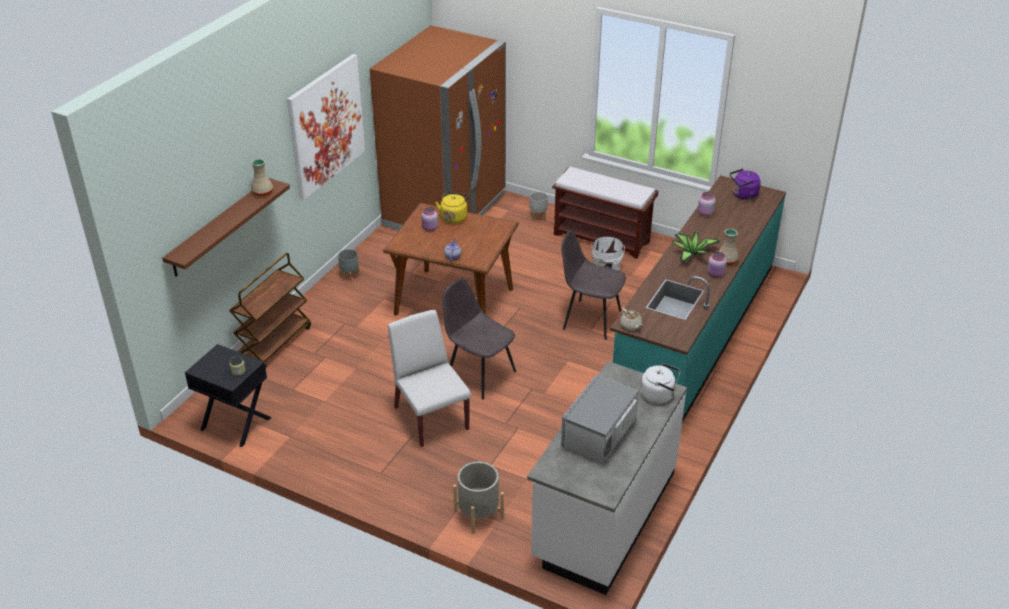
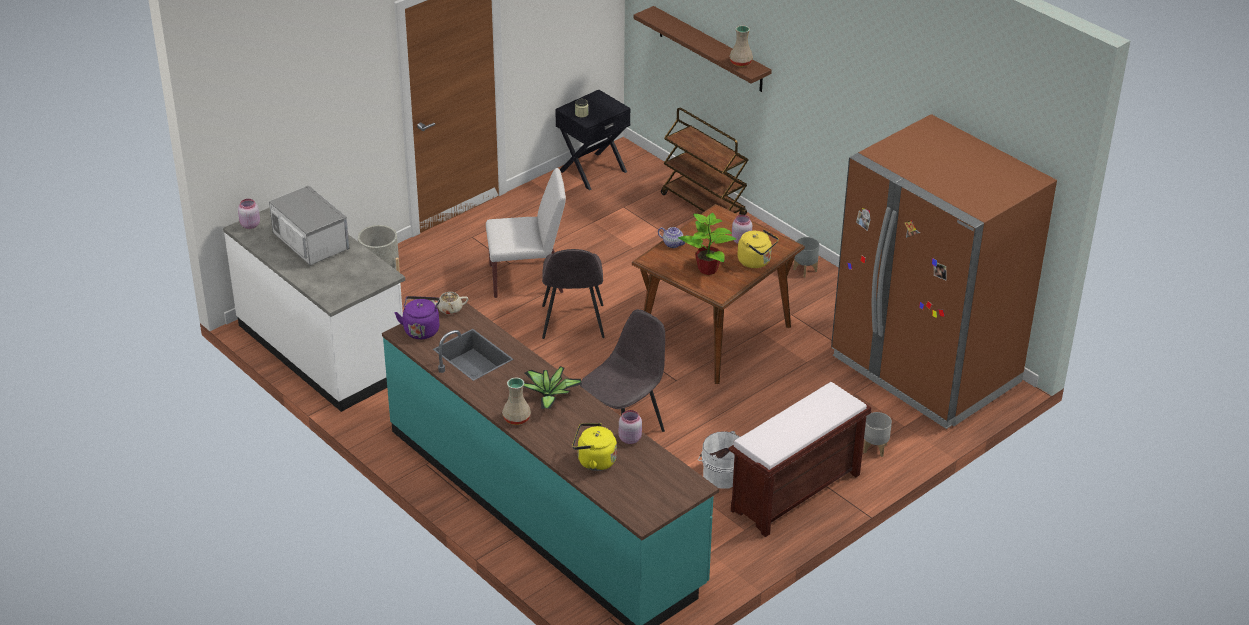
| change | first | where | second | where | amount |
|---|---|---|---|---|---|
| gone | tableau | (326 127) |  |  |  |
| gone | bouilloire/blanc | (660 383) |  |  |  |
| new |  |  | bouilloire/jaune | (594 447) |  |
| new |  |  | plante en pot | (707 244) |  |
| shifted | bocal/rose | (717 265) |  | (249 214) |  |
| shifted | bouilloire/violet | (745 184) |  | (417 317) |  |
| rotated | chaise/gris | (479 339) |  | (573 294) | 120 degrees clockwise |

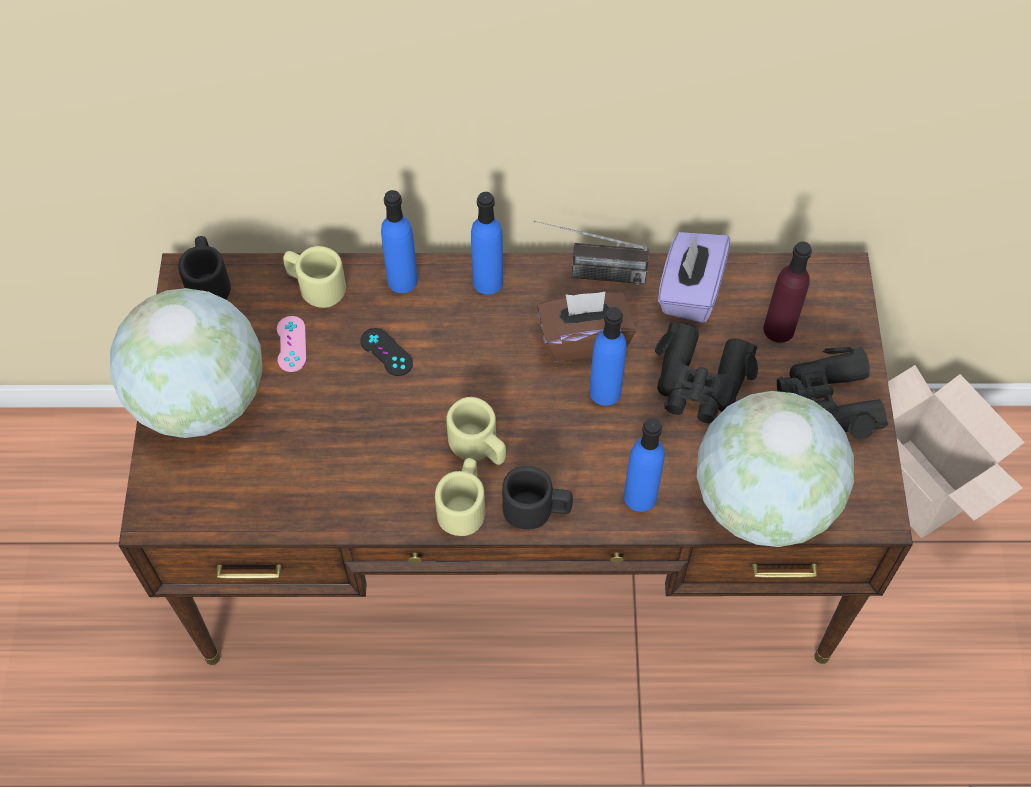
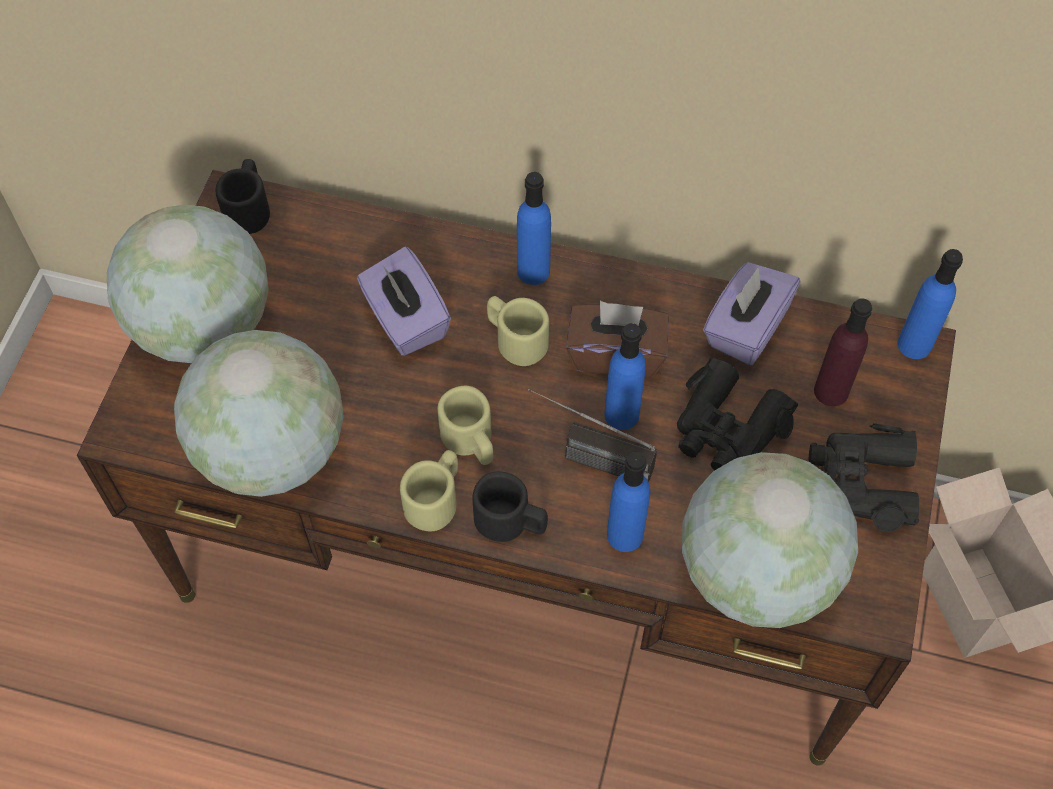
| change | first | where | second | where | amount |
|---|---|---|---|---|---|
| gone | manette/rose | (291 344) |  |  |  |
| new |  |  | globe | (258 413) |  |
| shifted | mug/beige | (314 277) |  | (518 331) |  |
| shifted | bouteille/bleu | (399 241) |  | (930 304) |  |
| shifted | radio | (591 252) |  | (592 435) |  |
| swapped | manette/noir | (386 352) | boîte à mouchoirs/violet | (404 301) |  |

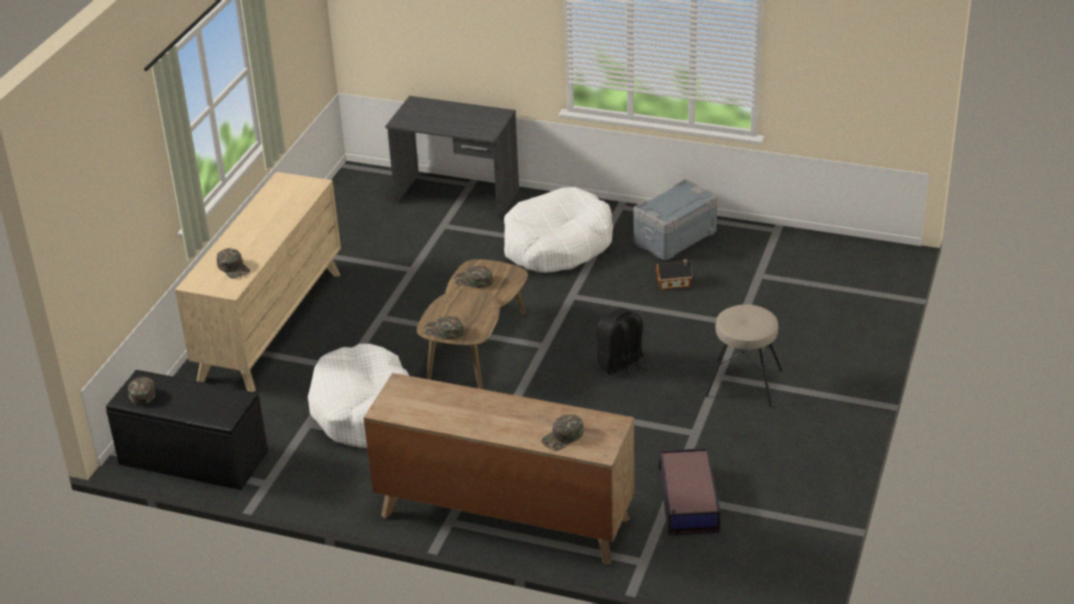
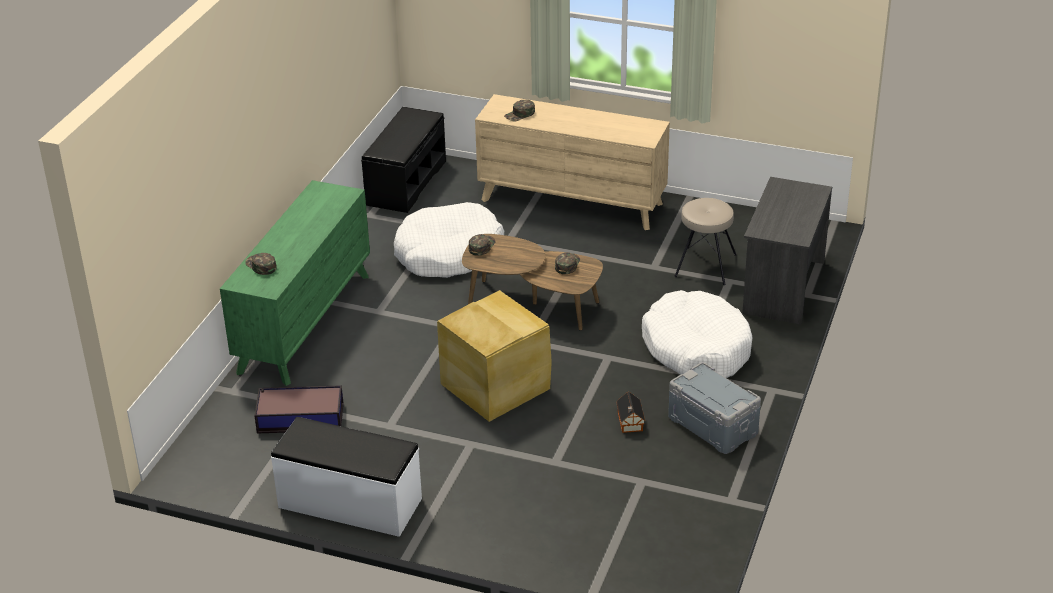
| change | first | where | second | where | amount |
|---|---|---|---|---|---|
| gone | casquette/vert | (142 391) |  |  |  |
| new |  |  | banc/blanc | (346 477) |  |
| shifted | tabouret/beige | (744 355) |  | (705 241) |  |
| swapped | sac à dos/noir | (622 344) | boîte de rangement/beige | (494 356) |  |
| repainted | commode/marron | (499 469) | commode/vert | (295 283) |  |

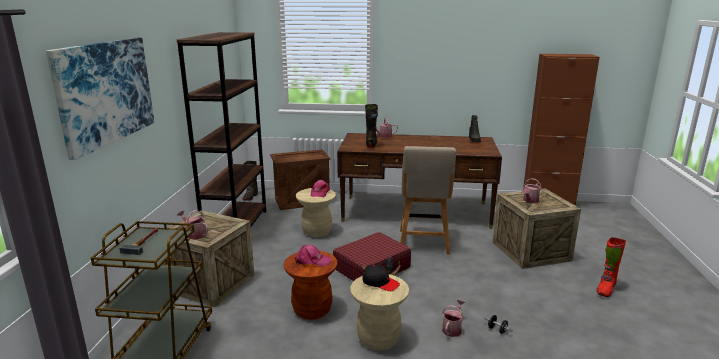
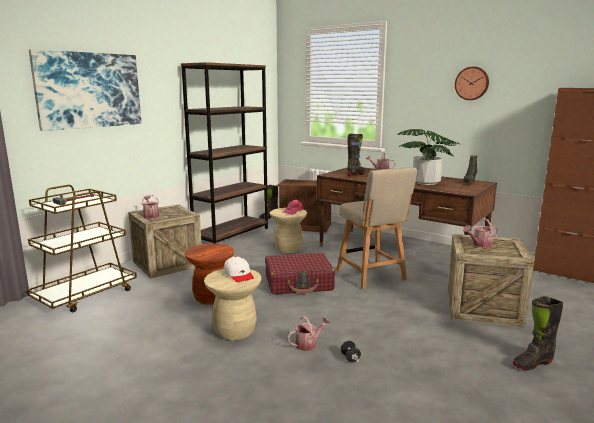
| change | first | where | second | where | amount |
|---|---|---|---|---|---|
| gone | casquette/rose | (313 255) |  |  |  |
| new |  |  | plante en pot | (428 157) |  |
| new |  |  | horloge murale | (472 83) |  |
| repainted | casquette/noir | (381 277) | casquette/blanc | (239 269) |  |
| repainted | botte/rouge | (611 267) | botte/noir | (537 333) |  |
| rotated | chaise/beige | (428 200) |  | (377 228) | 60 degrees counterclockwise |

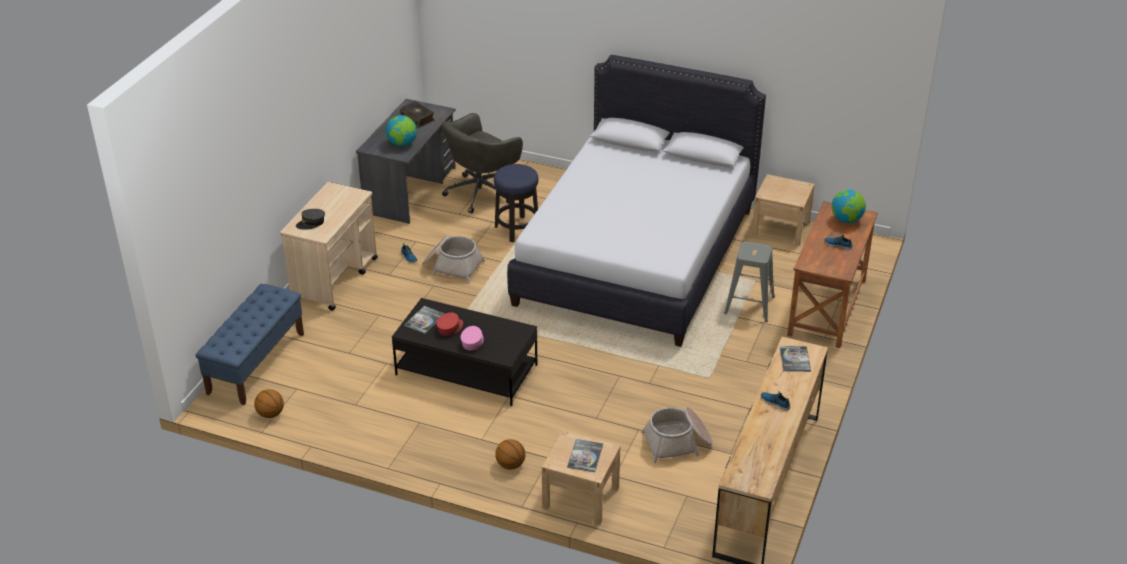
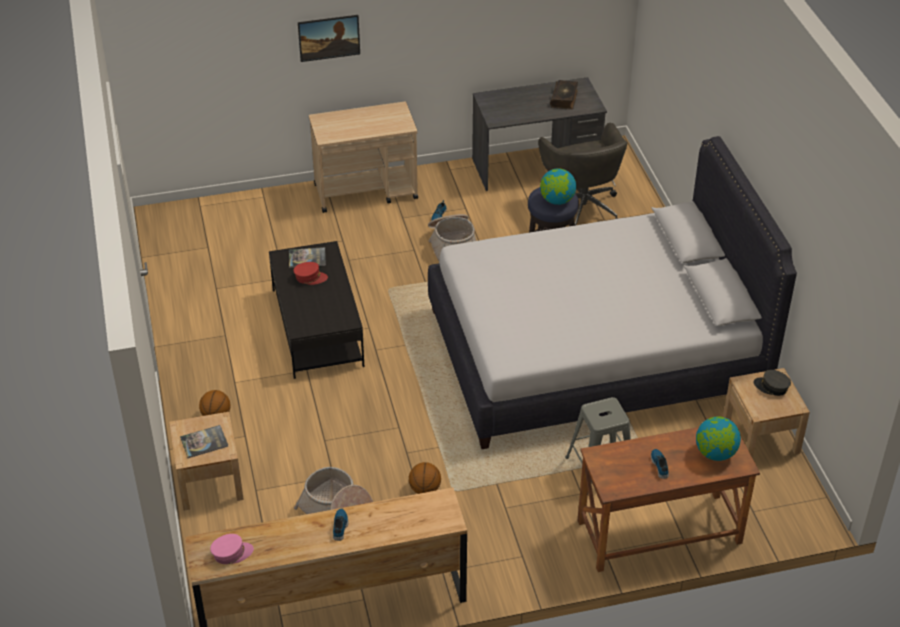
| change | first | where | second | where | amount |
|---|---|---|---|---|---|
| gone | banc/bleu | (250 344) |  |  |  |
| gone | livre | (795 359) |  |  |  |
| new |  |  | tableau | (329 38) |  |
| shifted | ballon de basket | (269 403) |  | (425 478) |  |
| shifted | casquette/gris | (310 219) |  | (772 383) |  |
| shifted | globe | (401 130) |  | (558 186) |  |
| shifted | casquette/rose | (472 338) |  | (232 549) |  |
| rotated | chaise de bureau/gris | (482 163) |  | (583 174) | 120 degrees counterclockwise |

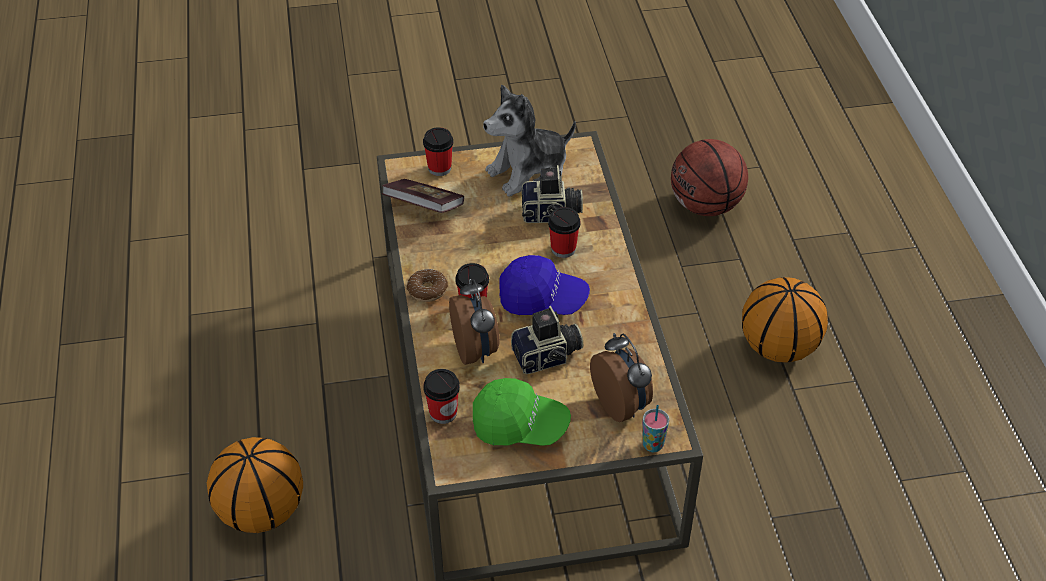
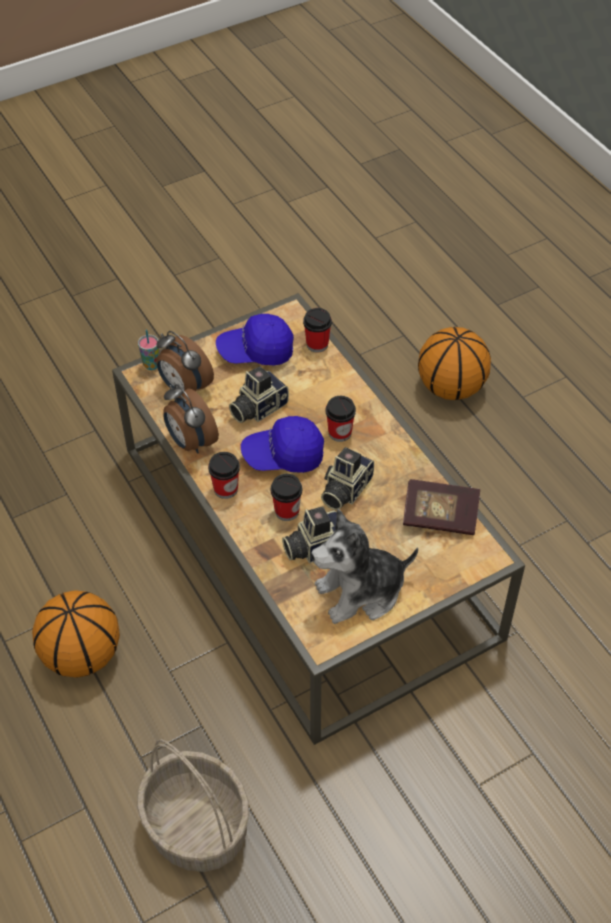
| change | first | where | second | where | amount |
|---|---|---|---|---|---|
| gone | beignet | (427 285) |  |  |  |
| new |  |  | appareil photo | (347 478) |  |
| shifted | tasse | (438 151) |  | (224 475) |  |
| shifted | réveil | (474 322) |  | (191 418) |  |
| swapped | ballon de basket | (709 177) | panier | (193 805) |  |
| repainted | casquette/vert | (522 412) | casquette/bleu | (255 339) |  |
| rotated | peluche | (529 141) |  | (364 566) | 150 degrees counterclockwise |

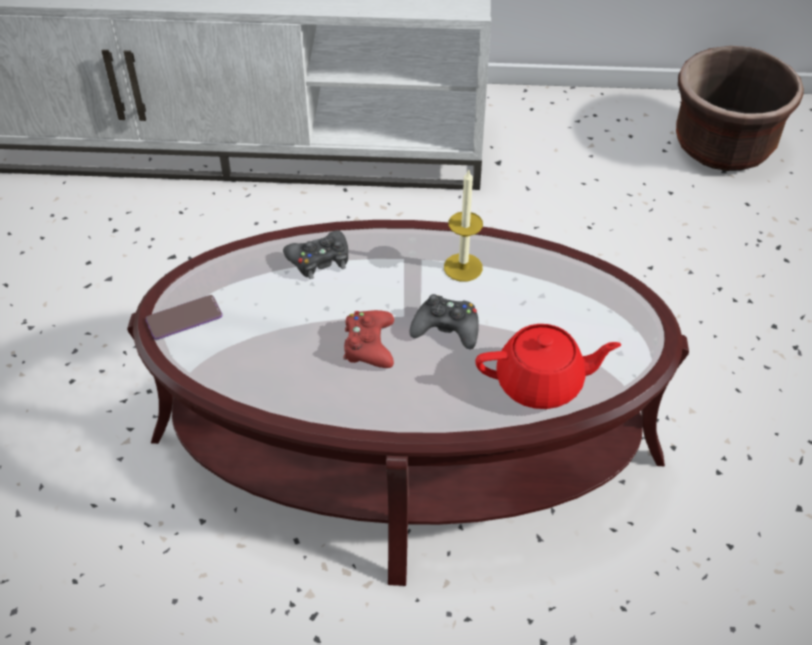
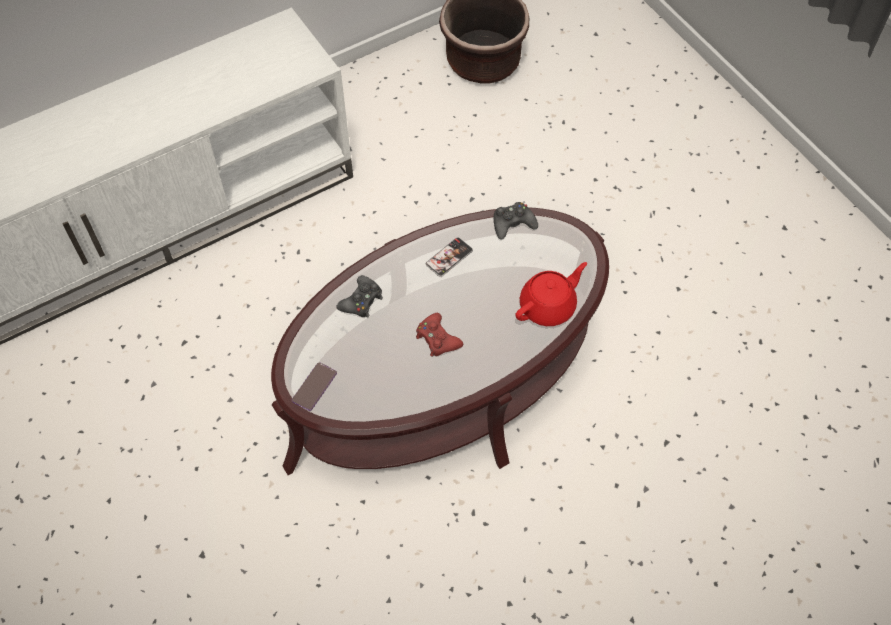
| change | first | where | second | where | amount |
|---|---|---|---|---|---|
| shifted | manette/noir | (444 321) |  | (516 220) |  |
| swapped | bougie | (463 226) | téléphone | (449 257) |  |

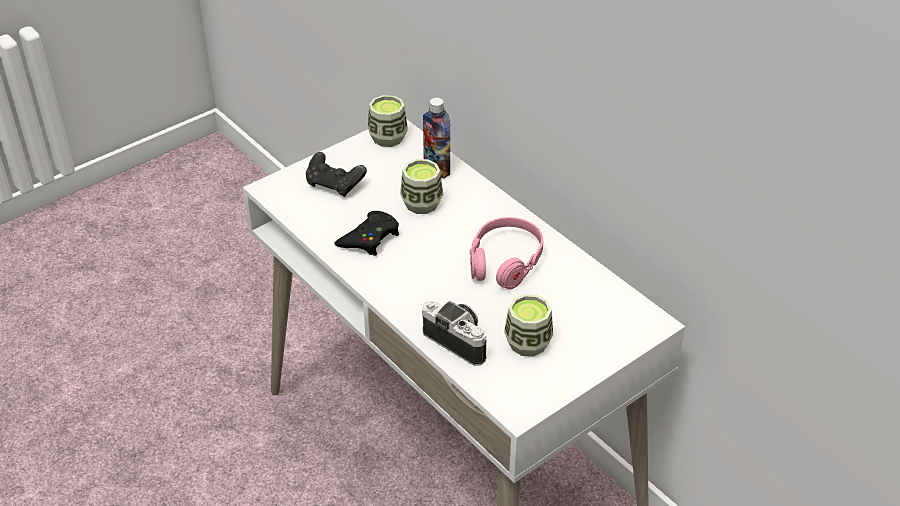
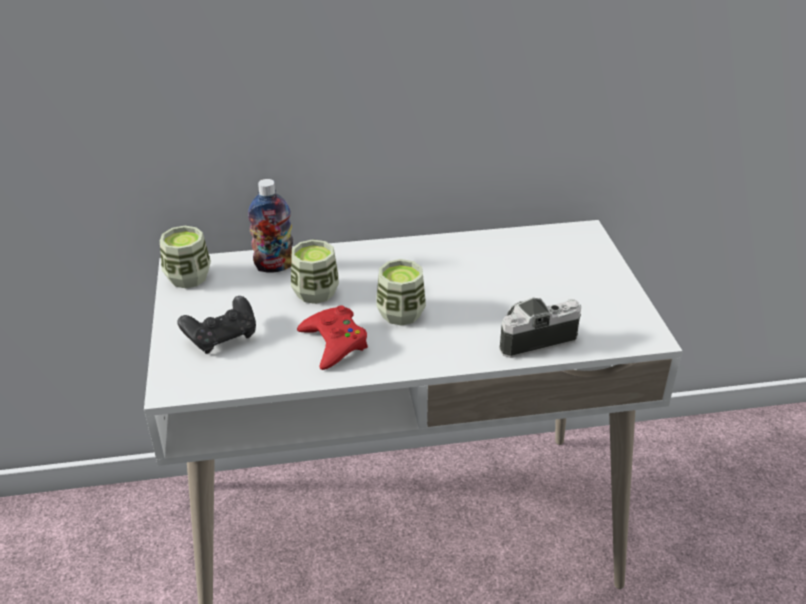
| change | first | where | second | where | amount |
|---|---|---|---|---|---|
| gone | casque audio/rose | (506 253) |  |  |  |
| shifted | tasse | (528 325) |  | (401 292) |  |
| repainted | manette/noir | (366 233) | manette/rouge | (332 338) |  |

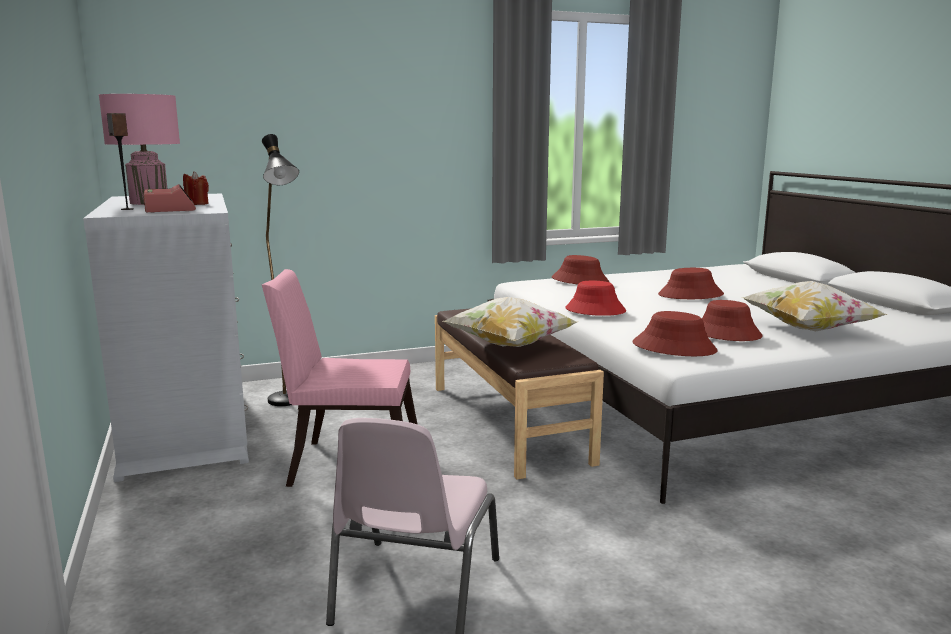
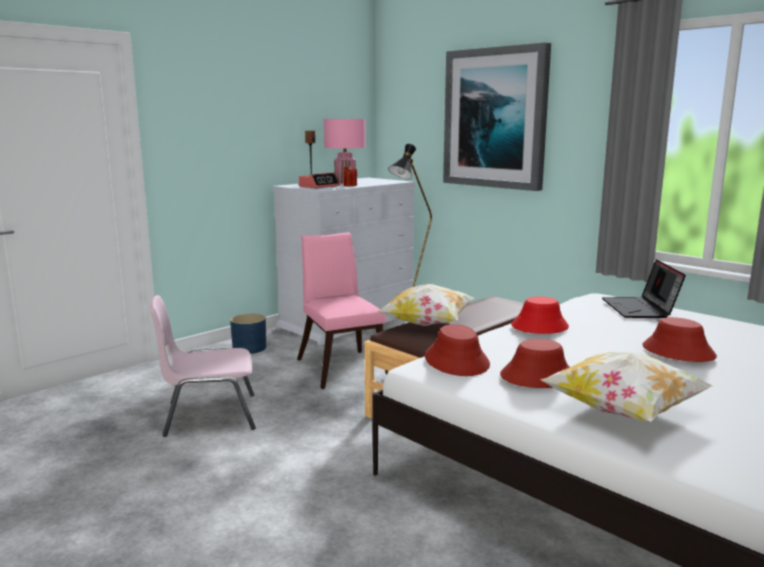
| change | first | where | second | where | amount |
|---|---|---|---|---|---|
| new |  |  | cache-pot/bleu | (248 333) |  |
| new |  |  | tableau | (497 116) |  |
| swapped | chapeau/rouge | (580 269) | ordinateur portable | (644 288) |  |

